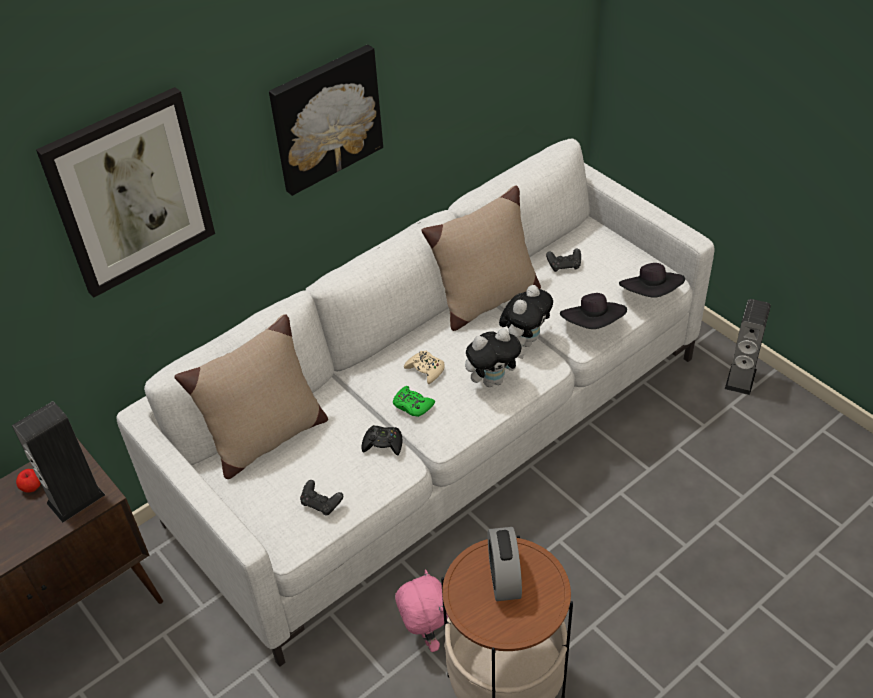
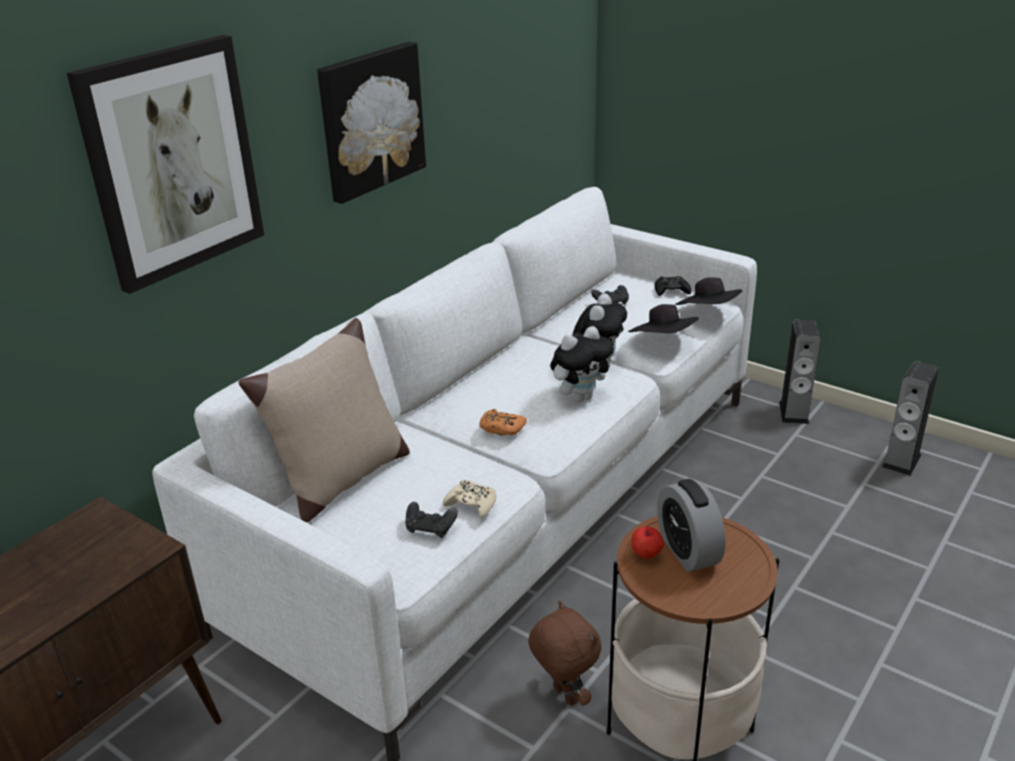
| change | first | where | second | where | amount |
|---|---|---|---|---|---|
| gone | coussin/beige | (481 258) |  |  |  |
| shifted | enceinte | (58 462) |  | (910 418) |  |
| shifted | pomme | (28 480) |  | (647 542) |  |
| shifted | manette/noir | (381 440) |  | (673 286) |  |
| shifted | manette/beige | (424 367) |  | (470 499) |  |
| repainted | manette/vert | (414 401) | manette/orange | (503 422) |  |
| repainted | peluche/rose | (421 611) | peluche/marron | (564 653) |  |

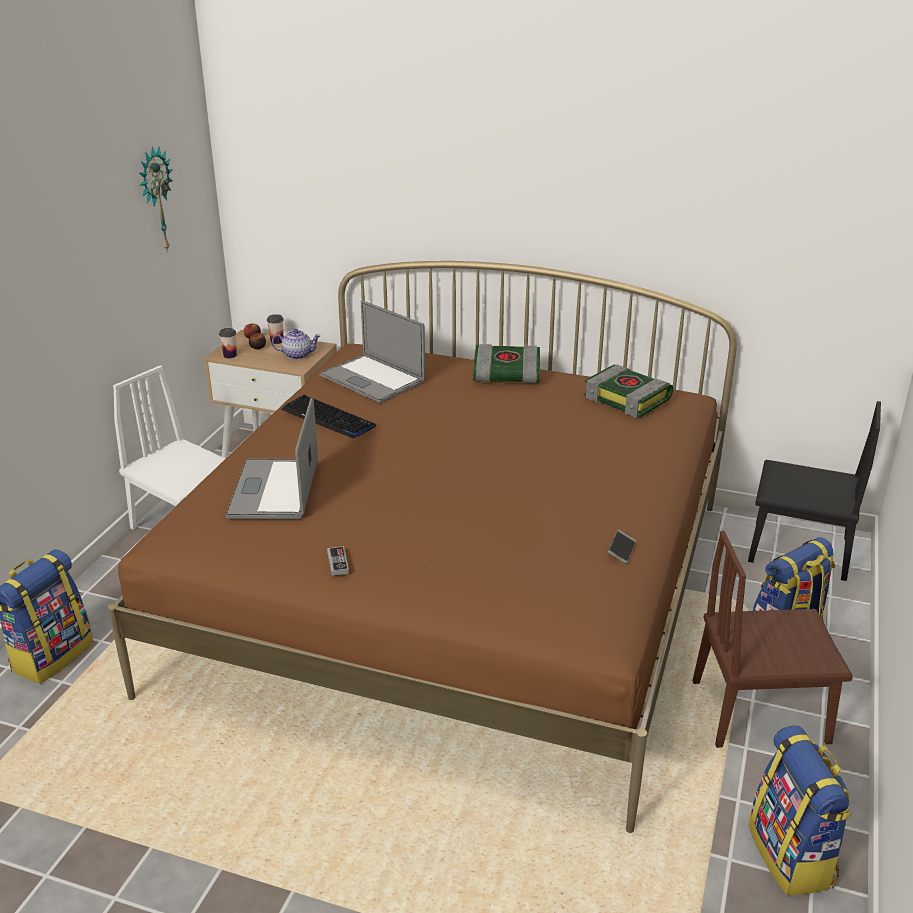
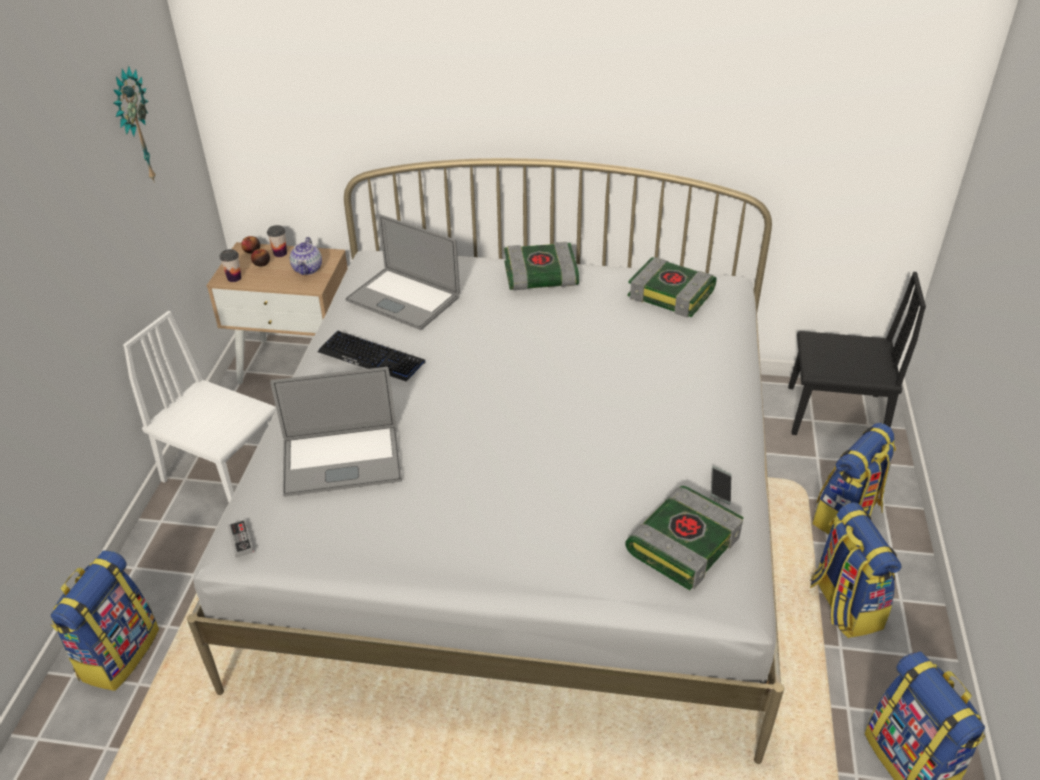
| change | first | where | second | where | amount |
|---|---|---|---|---|---|
| new |  |  | livre | (684 538) |  |
| shifted | manette | (338 561) |  | (240 539) |  |
| swapped | chaise/marron | (772 639) | sac à dos | (856 570) |  |
| repainted | lit/marron | (422 547) | lit/blanc | (485 461) |  |
| rotated | ordinateur portable | (271 458) |  | (336 432) | 90 degrees counterclockwise |
| rotated | théière | (296 344) |  | (306 256) | 105 degrees clockwise |

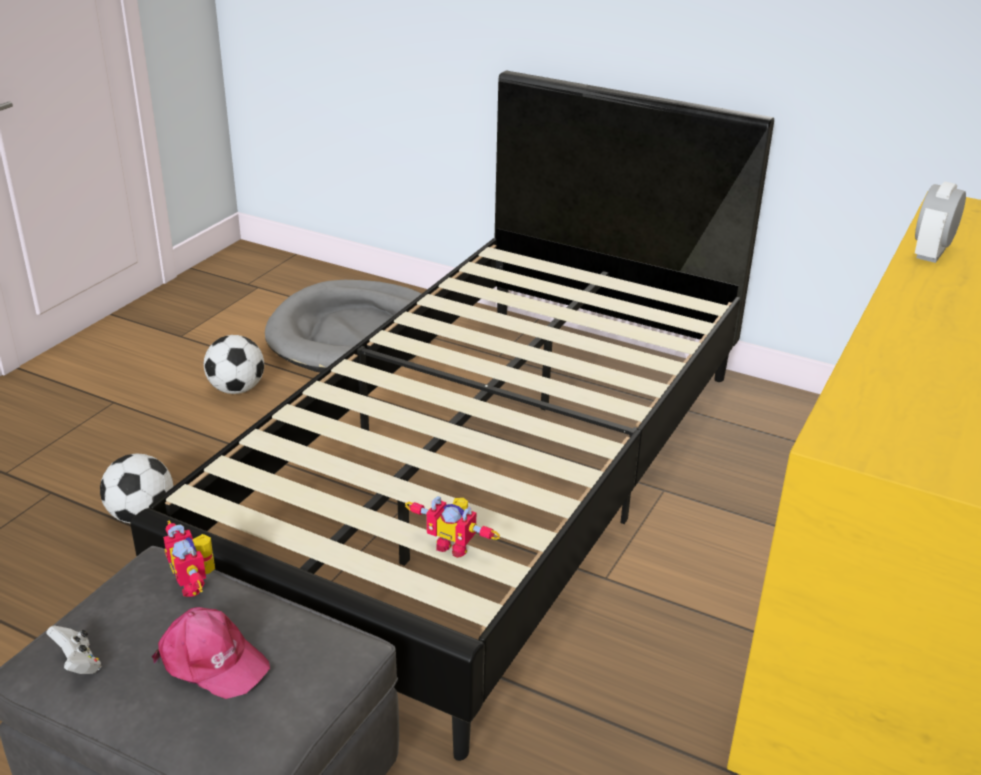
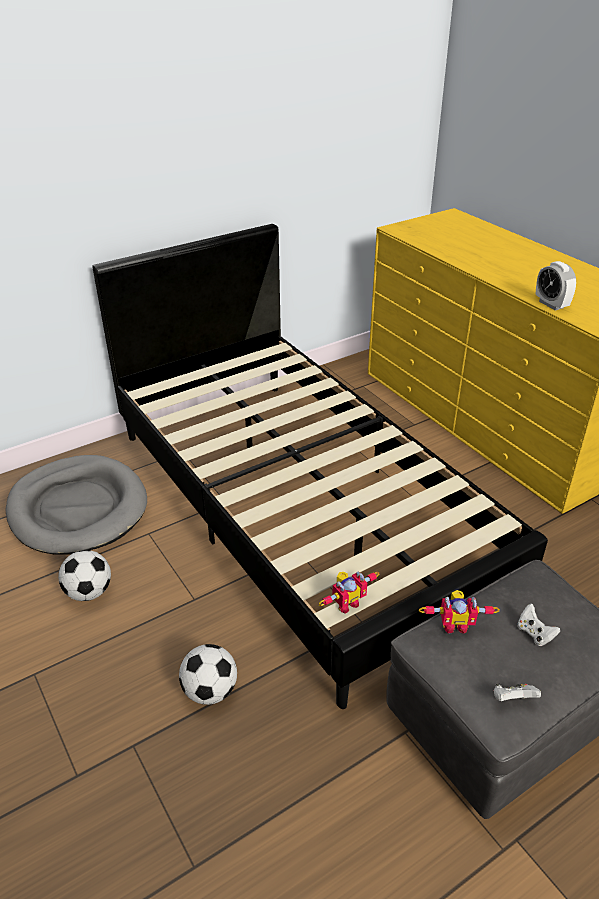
| change | first | where | second | where | amount |
|---|---|---|---|---|---|
| shifted | robot jouet | (452 527) |  | (349 592) |  |
| shifted | réveil | (940 222) |  | (556 285) |  |
| swapped | casquette/rose | (211 653) | manette/blanc | (538 625) |  |

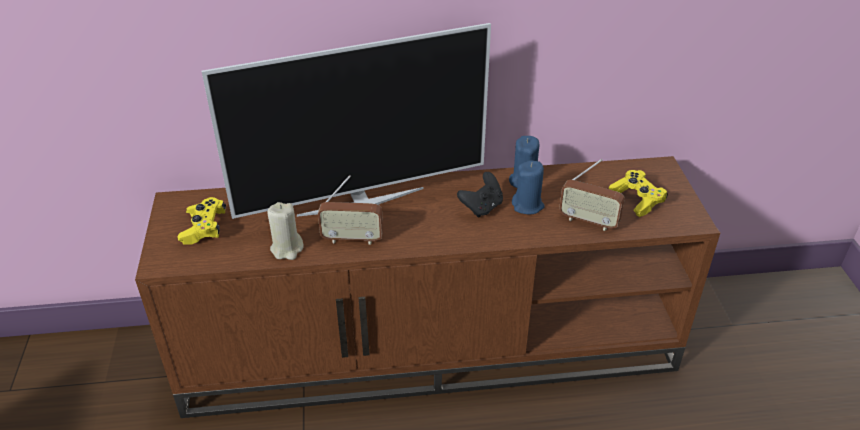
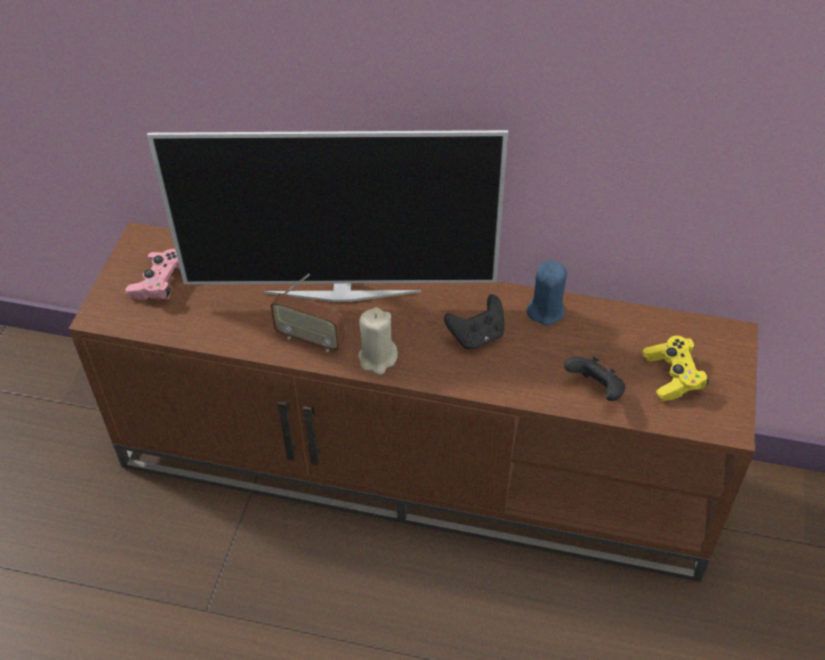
| change | first | where | second | where | amount |
|---|---|---|---|---|---|
| gone | bougie/bleu | (528 187) |  |  |  |
| shifted | bougie/beige | (285 231) |  | (378 341) |  |
| swapped | radio | (592 195) | manette/noir | (594 378) |  |
| repainted | manette/jaune | (202 220) | manette/rose | (152 274) |  |

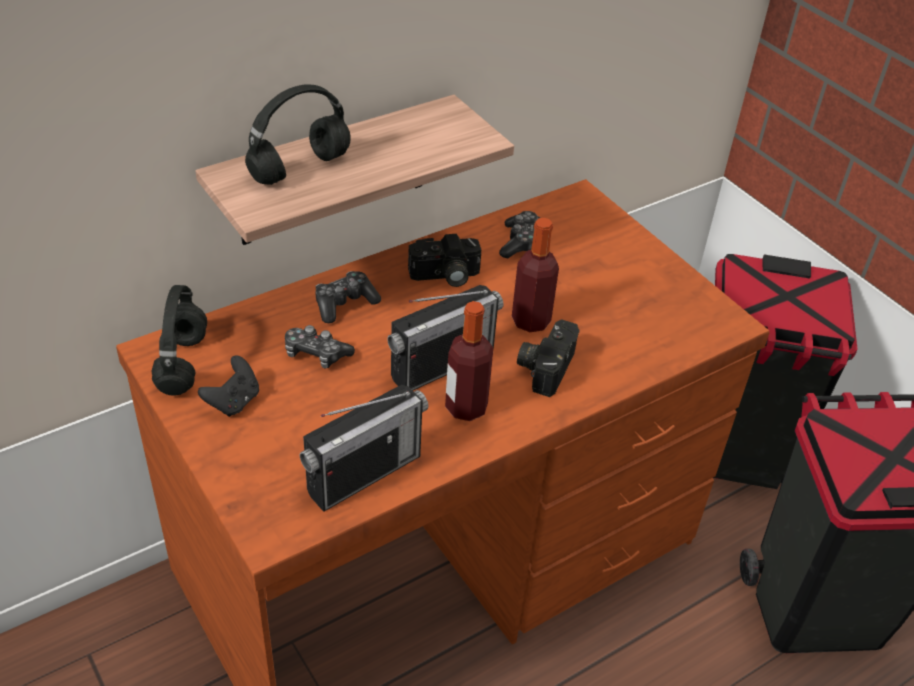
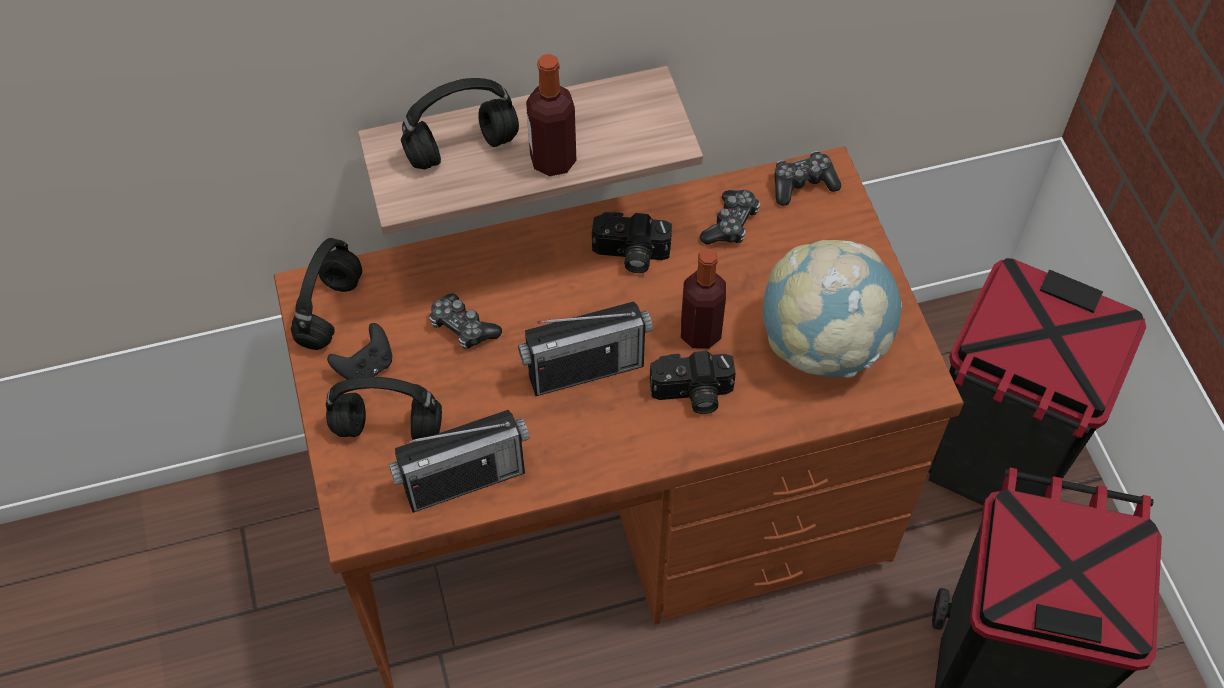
| change | first | where | second | where | amount |
|---|---|---|---|---|---|
| new |  |  | casque audio/noir | (384 408) |  |
| new |  |  | globe | (832 309) |  |
| shifted | manette | (348 297) |  | (807 178) |  |
| shifted | bouteille | (469 361) |  | (551 115) |  |
| rotated | appareil photo | (548 358) |  | (693 382) | 135 degrees counterclockwise |

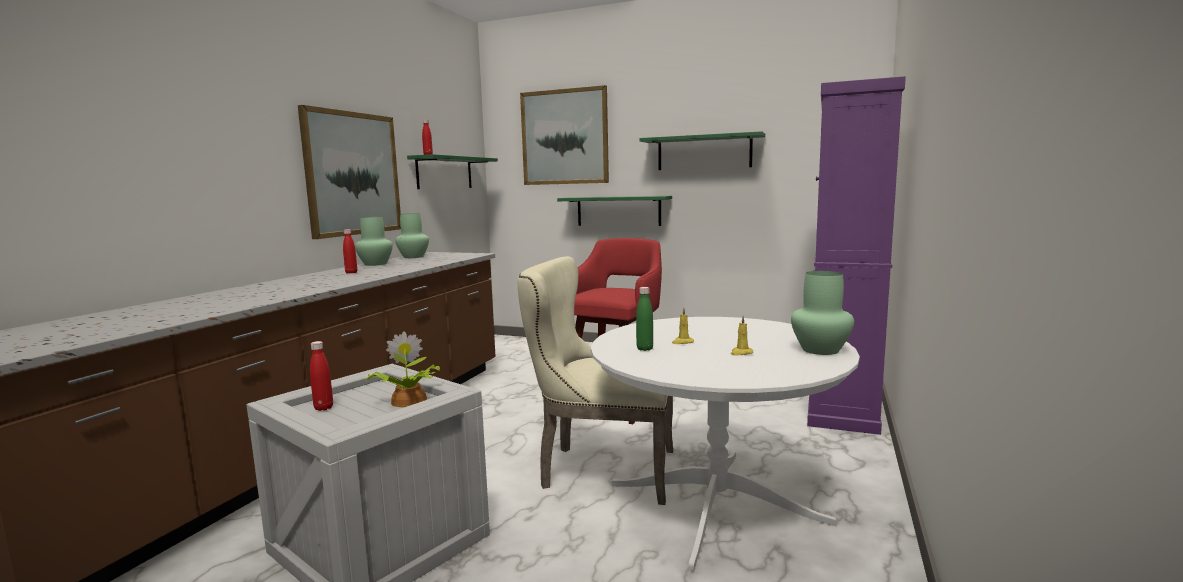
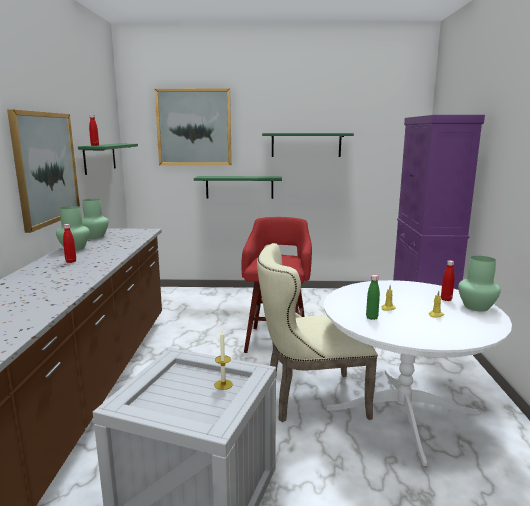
| change | first | where | second | where | amount |
|---|---|---|---|---|---|
| shifted | bouteille/rouge | (321 376) |  | (448 280) |  |
| swapped | plante en pot | (403 369) | bougie | (223 360) |  |

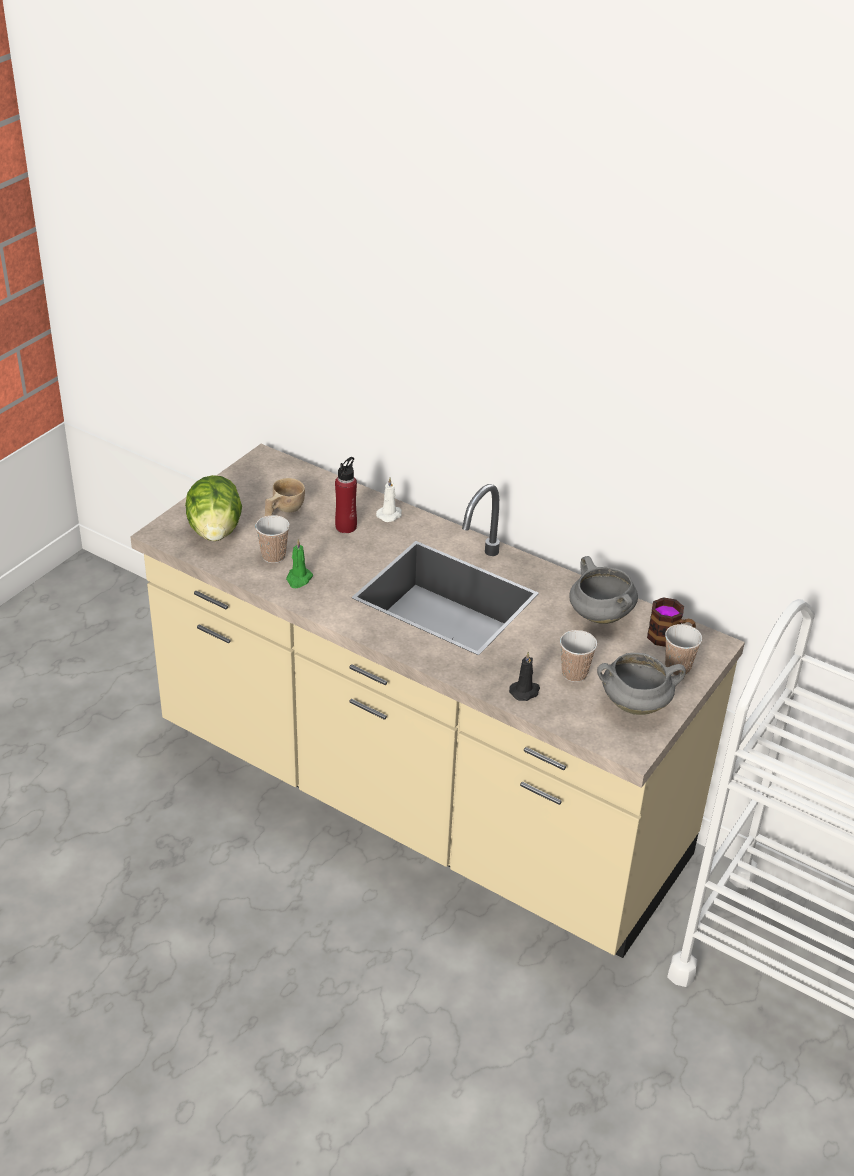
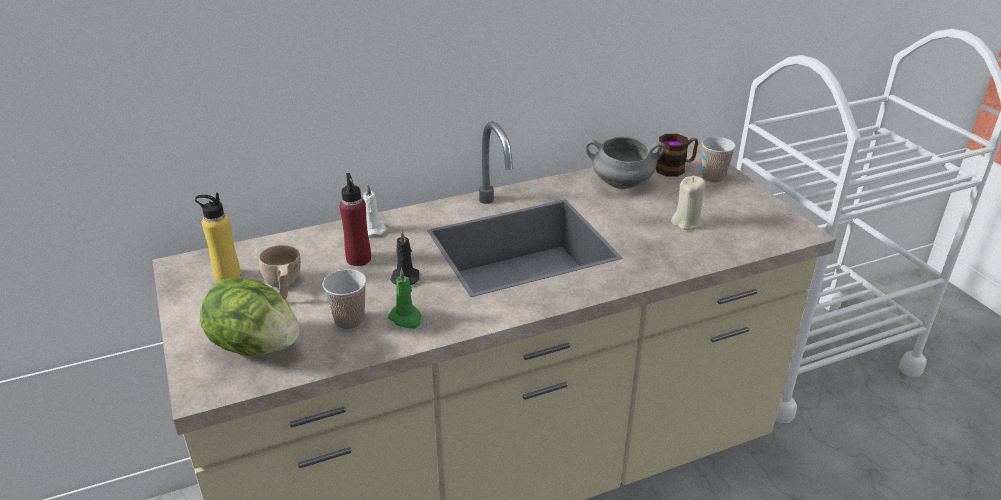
| change | first | where | second | where | amount |
|---|---|---|---|---|---|
| gone | marmite/gris | (641 684) |  |  |  |
| new |  |  | bouteille/jaune | (218 237) |  |
| shifted | bougie/noir | (524 676) |  | (404 258) |  |
| swapped | tasse | (578 656) | bougie/beige | (688 203) |  |

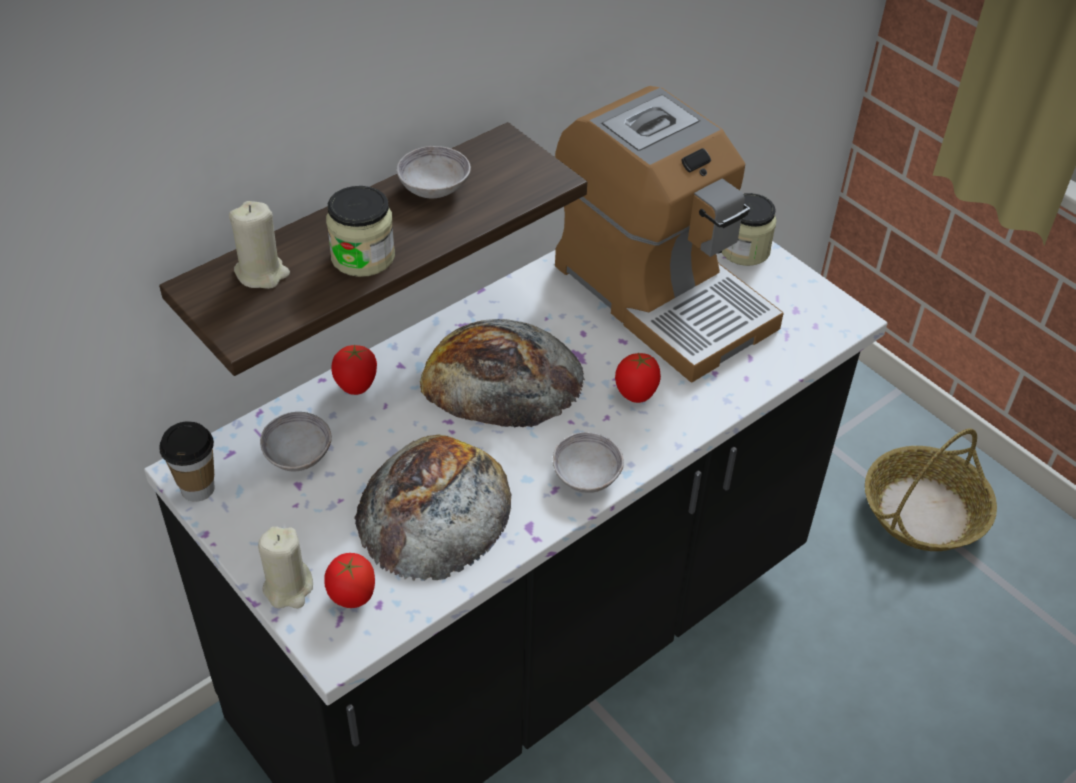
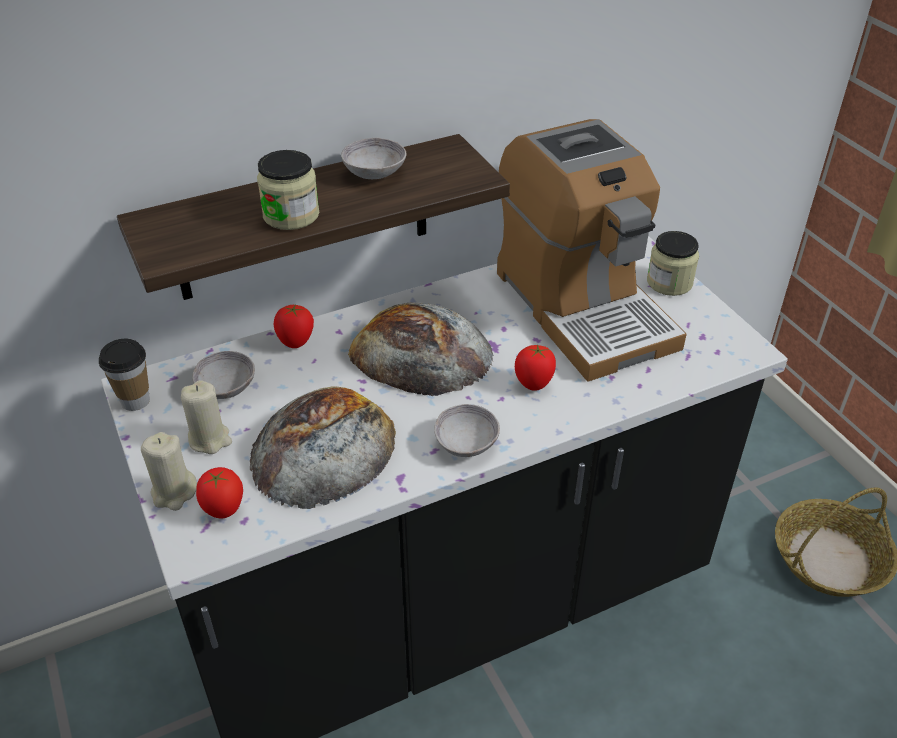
| change | first | where | second | where | amount |
|---|---|---|---|---|---|
| shifted | bougie/beige | (259 245) |  | (206 417) |  |

